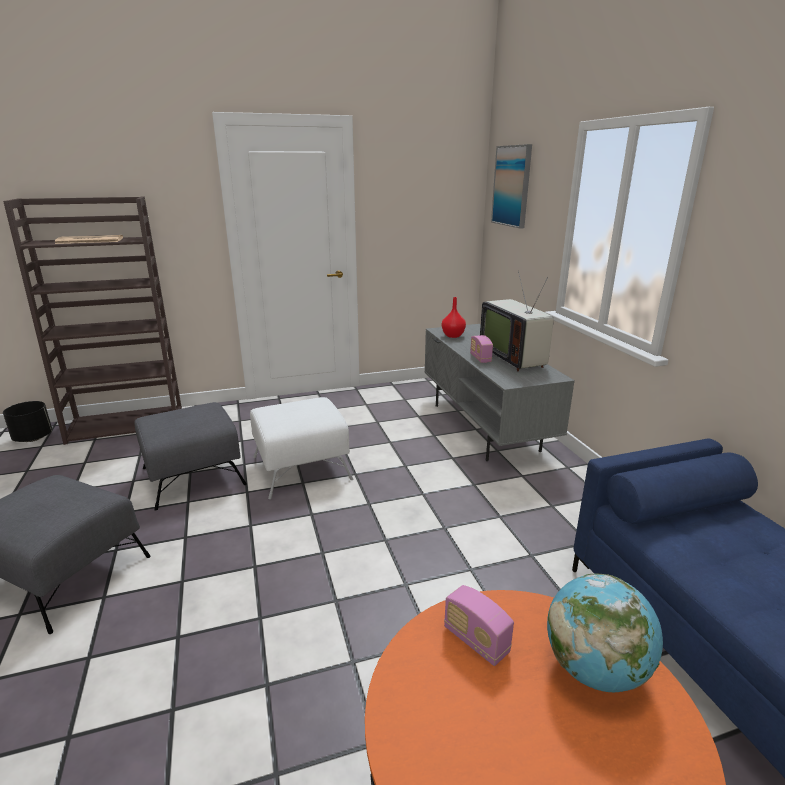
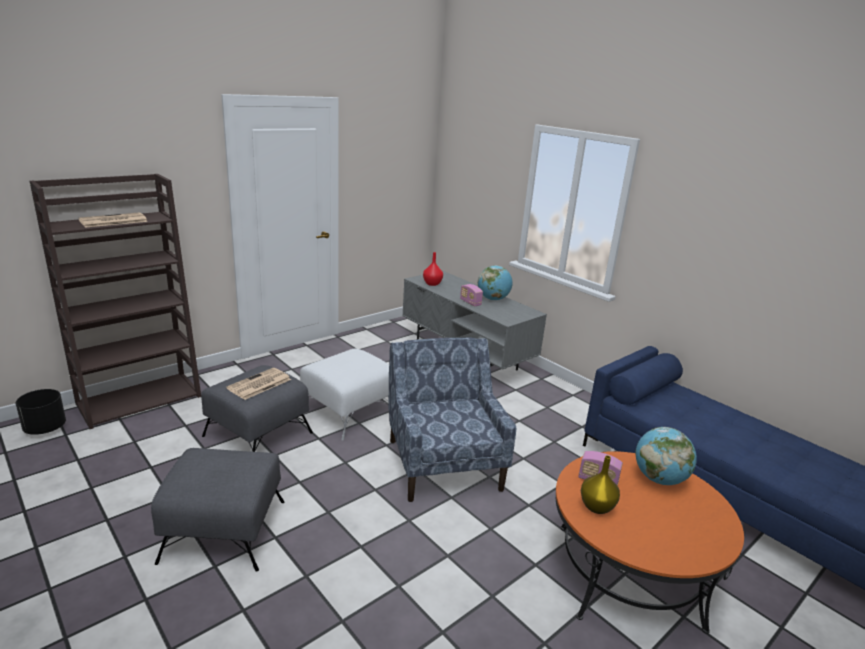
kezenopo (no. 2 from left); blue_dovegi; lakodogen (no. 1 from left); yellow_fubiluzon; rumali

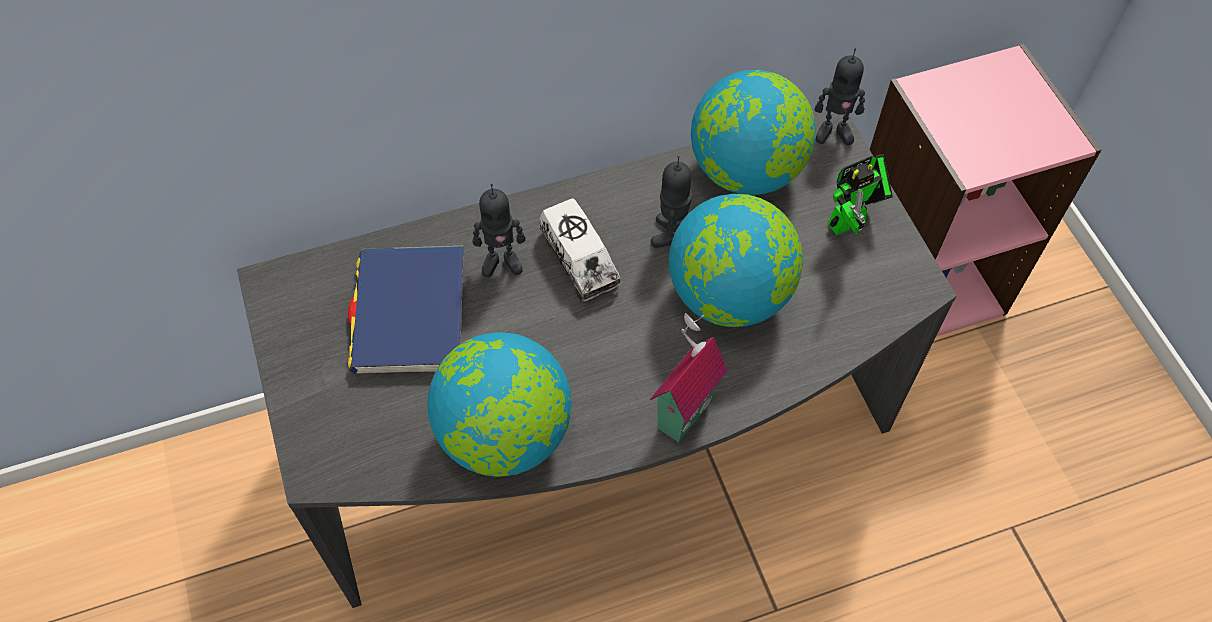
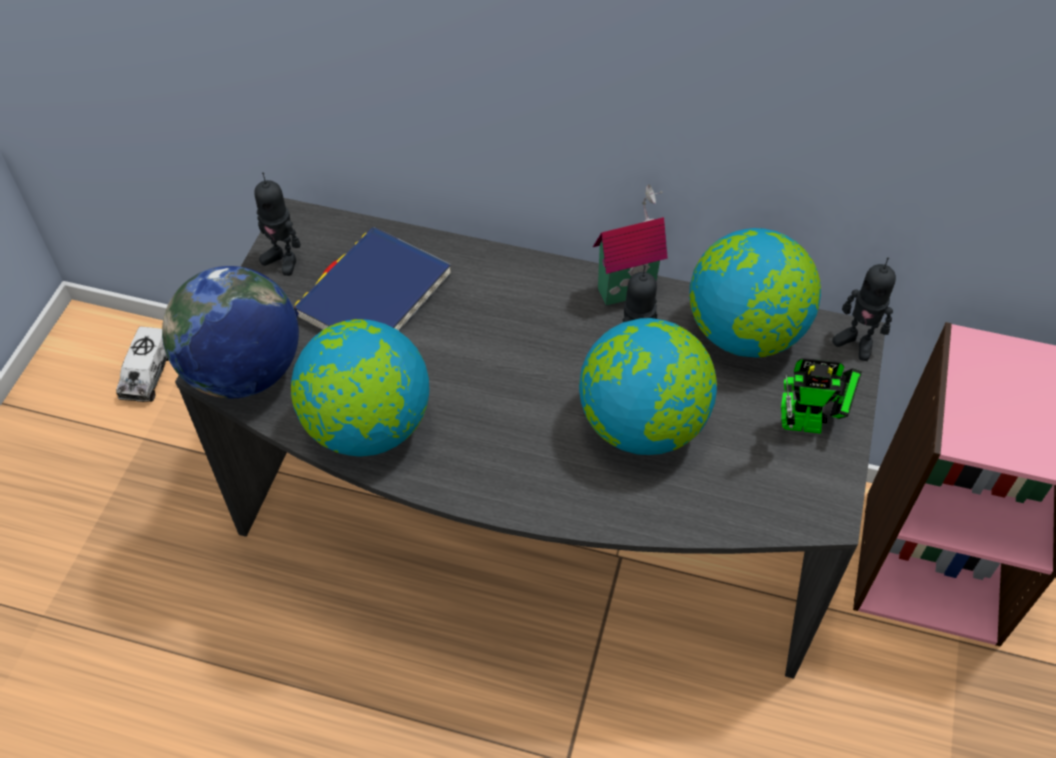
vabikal; lakodogen (no. 1 from left); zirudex (no. 1 from left); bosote

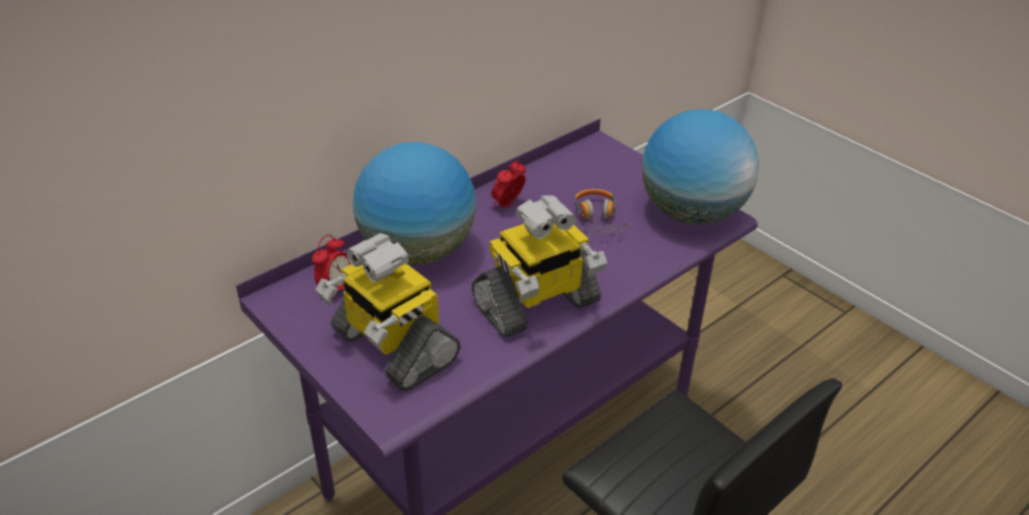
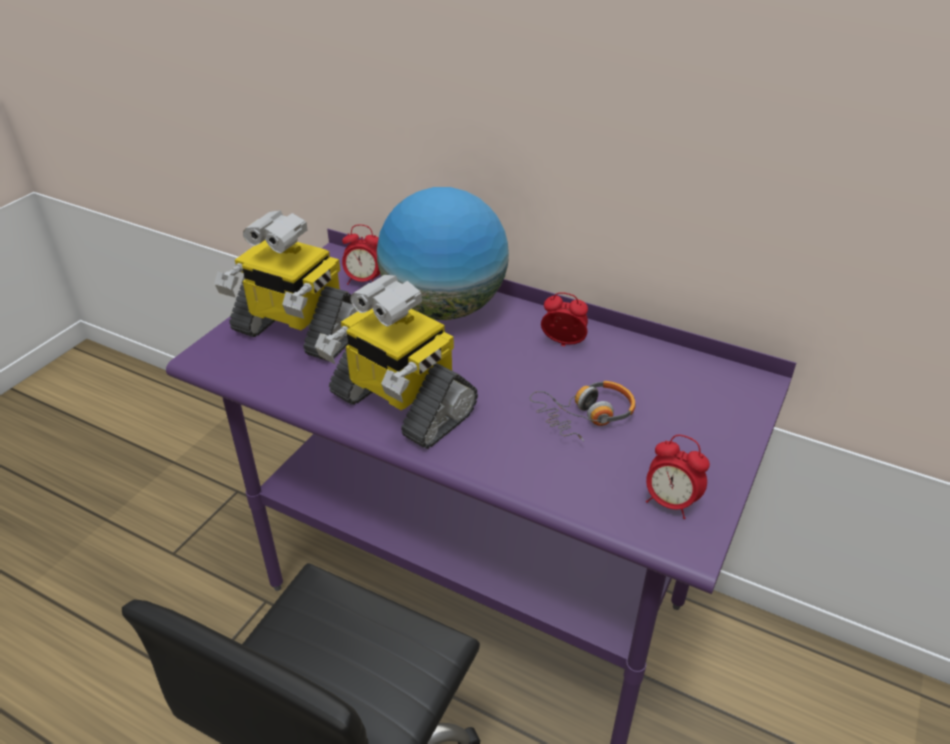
zirudex (no. 1 from left); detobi (no. 3 from left)

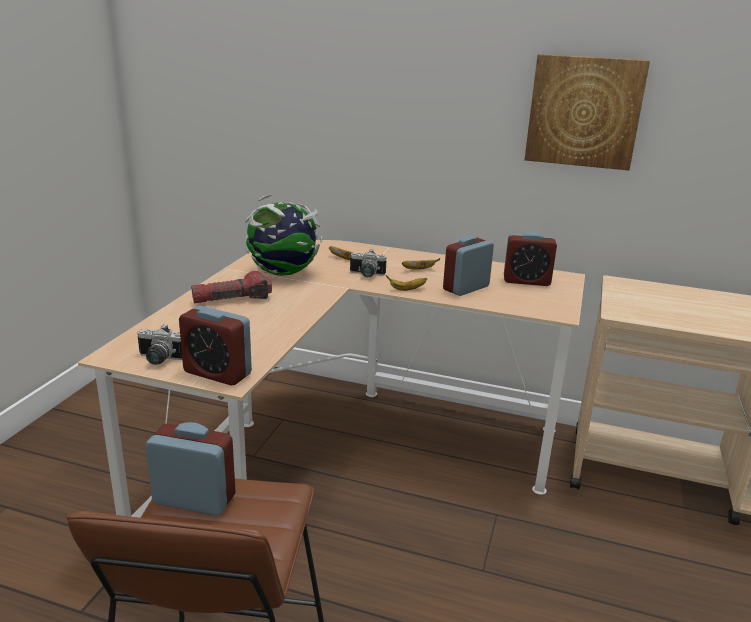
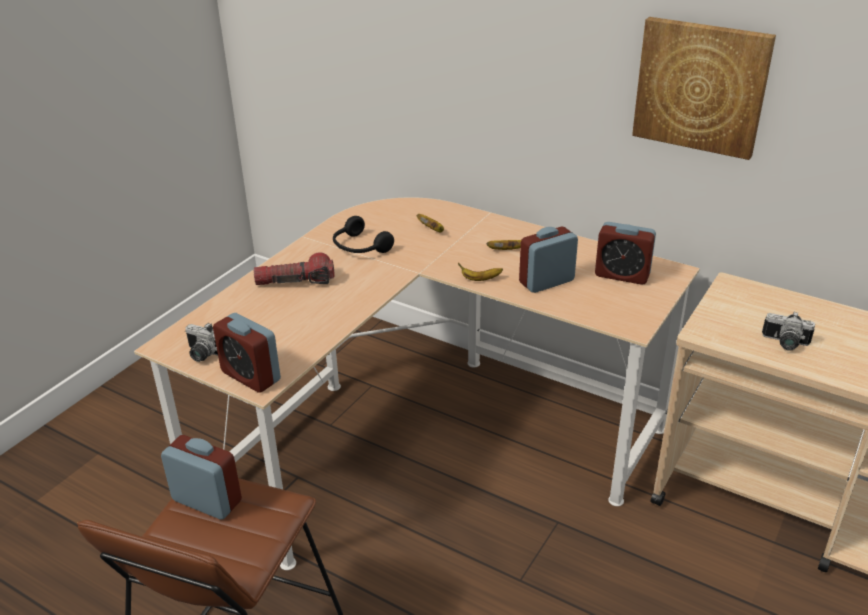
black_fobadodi; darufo (no. 2 from left)

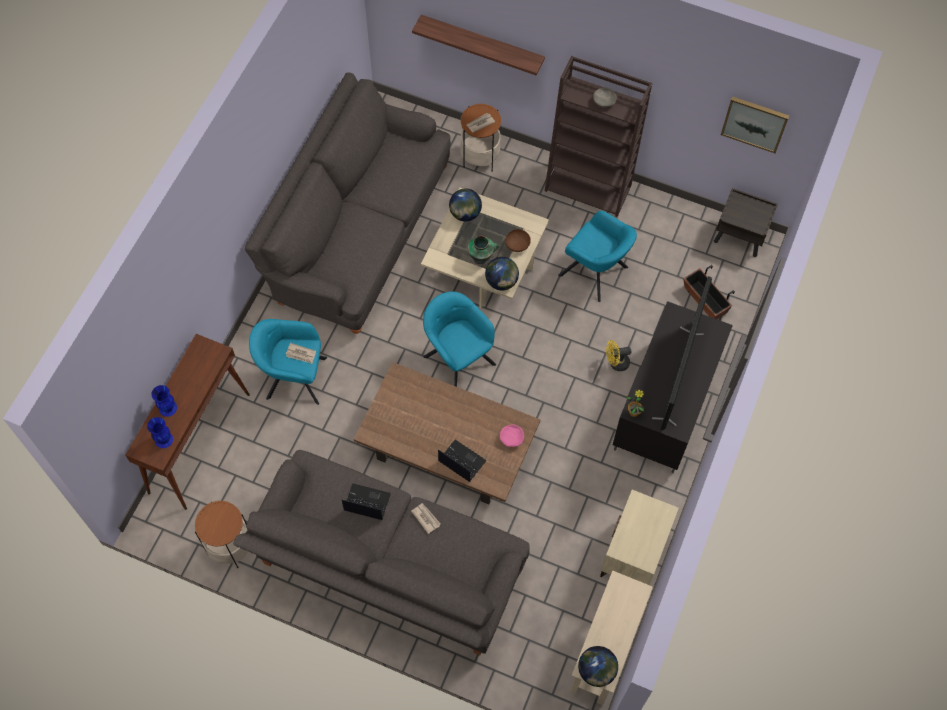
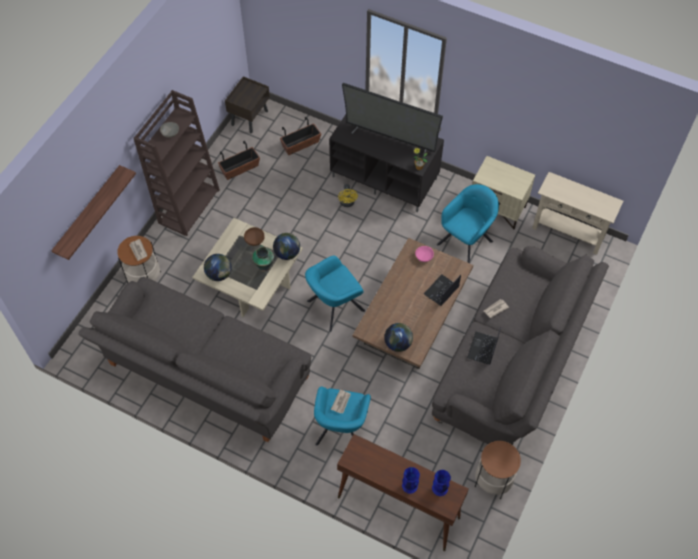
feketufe (no. 1 from left); lakodogen (no. 3 from left); turquoise_dovegi (no. 3 from left); rumali

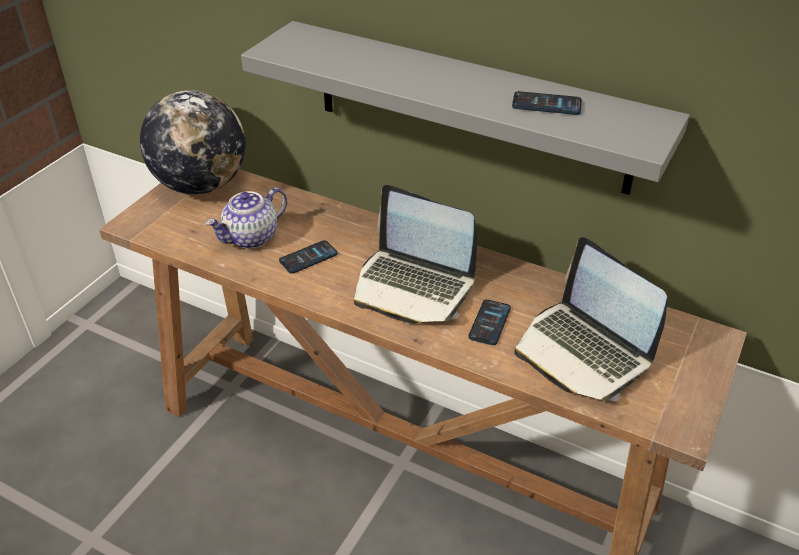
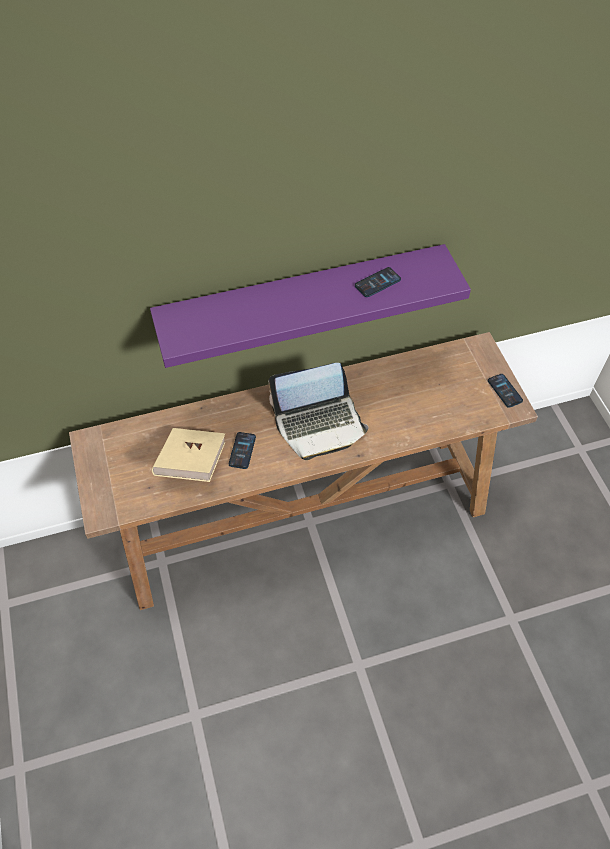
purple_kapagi; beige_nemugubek; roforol (no. 3 from left); lakodogen; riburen (no. 2 from left in the first image)

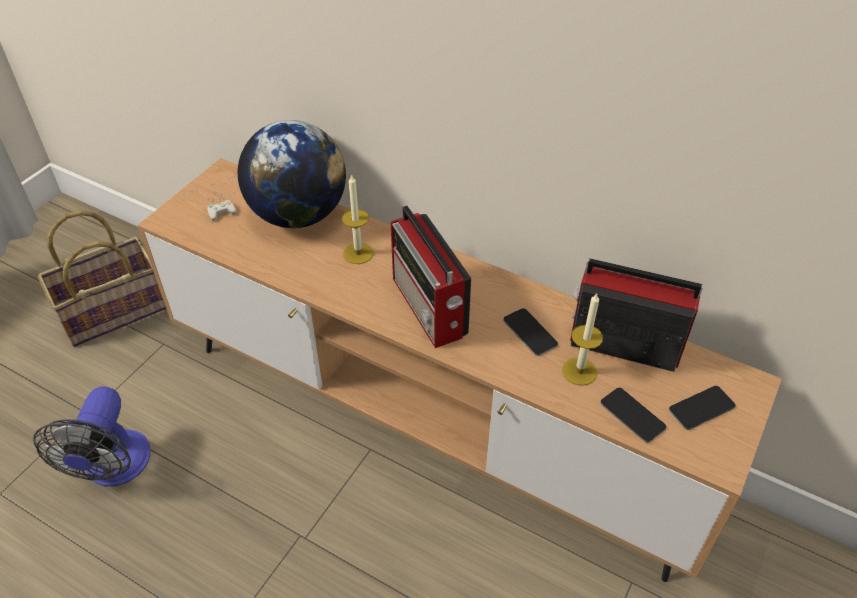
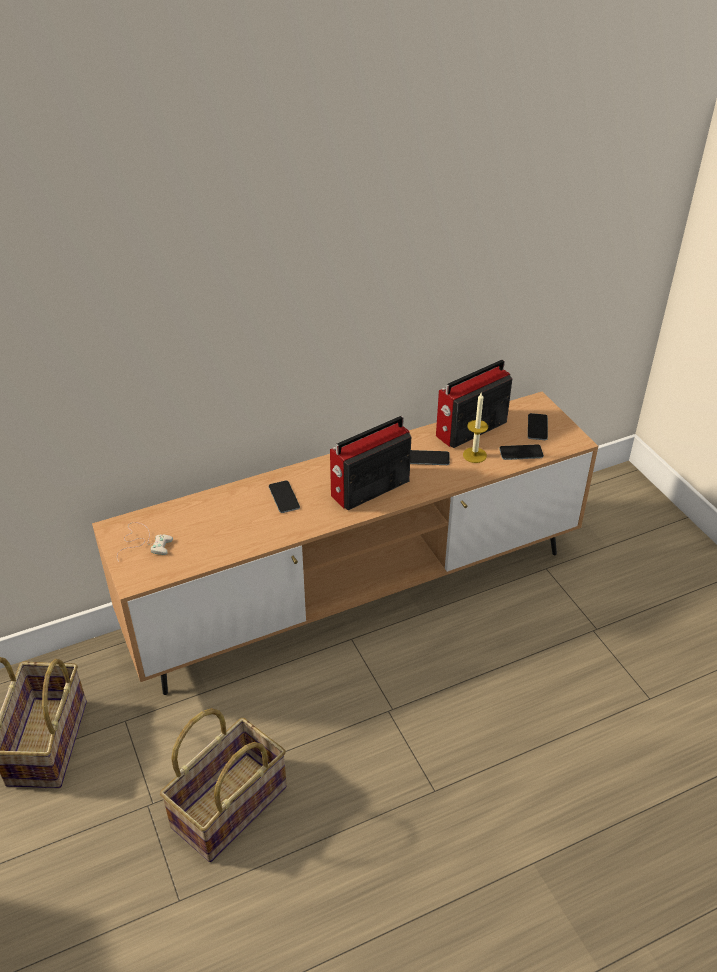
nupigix (no. 2 from left); roforol (no. 1 from left); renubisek (no. 1 from left); lakodogen

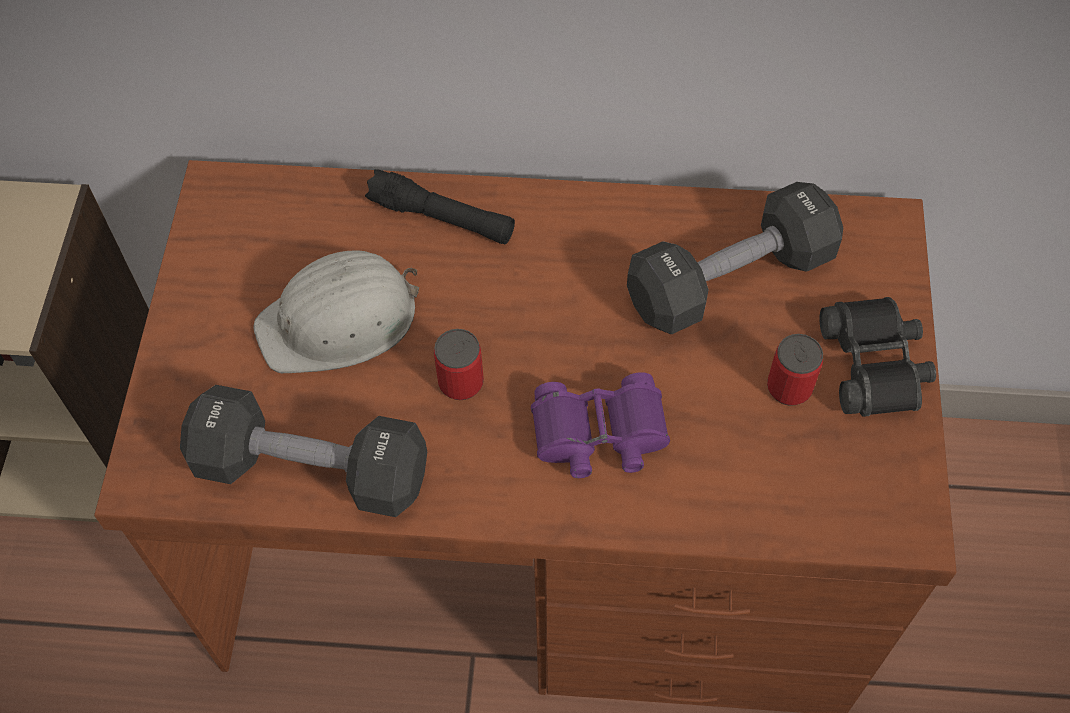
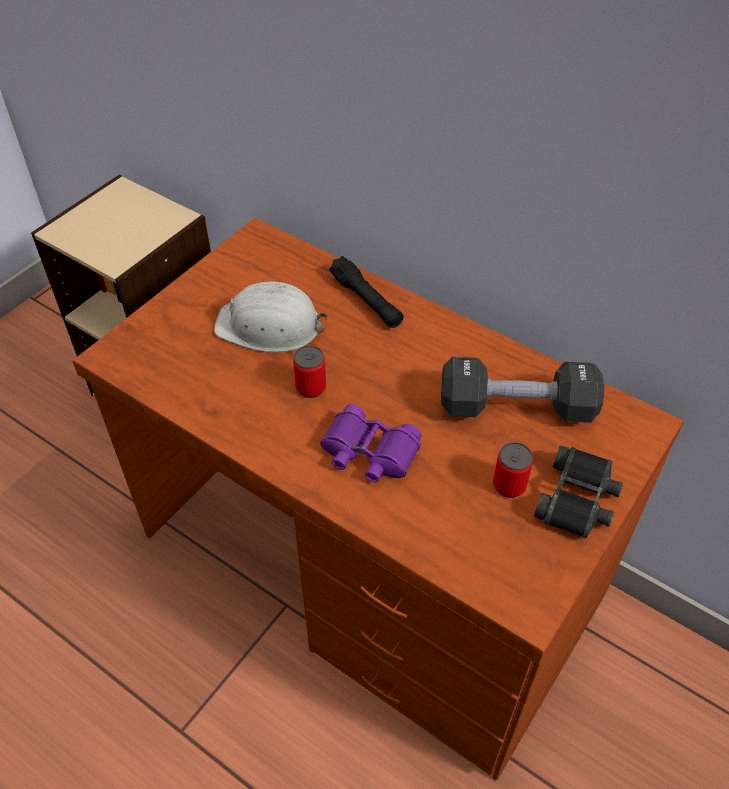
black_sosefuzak (no. 1 from left in the first image)

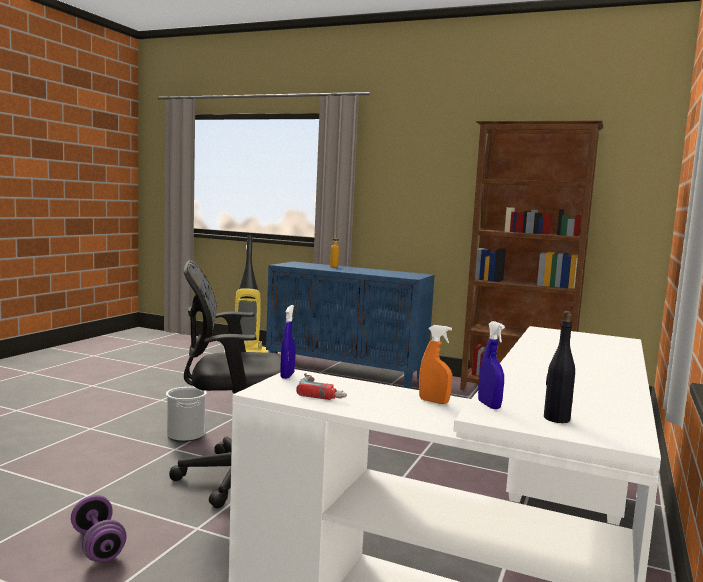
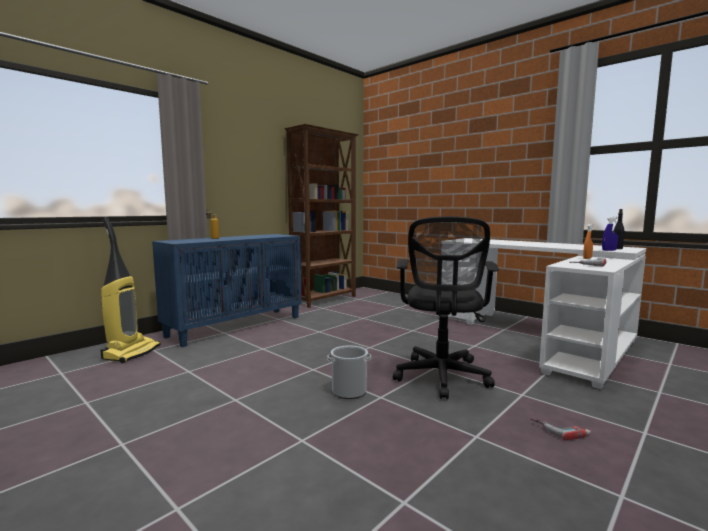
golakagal (no. 1 from left); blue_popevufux (no. 1 from left in the first image)

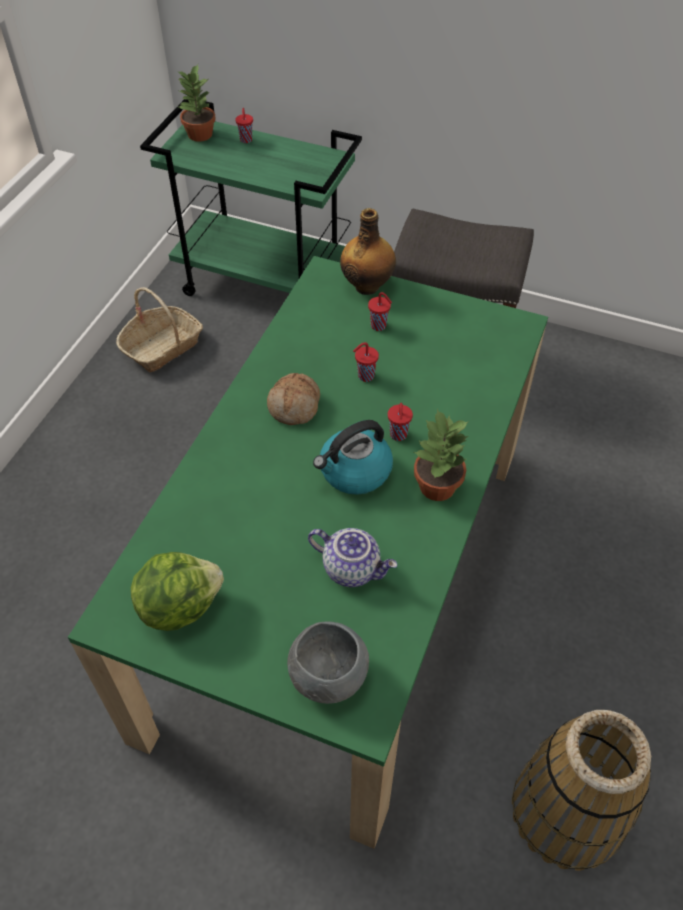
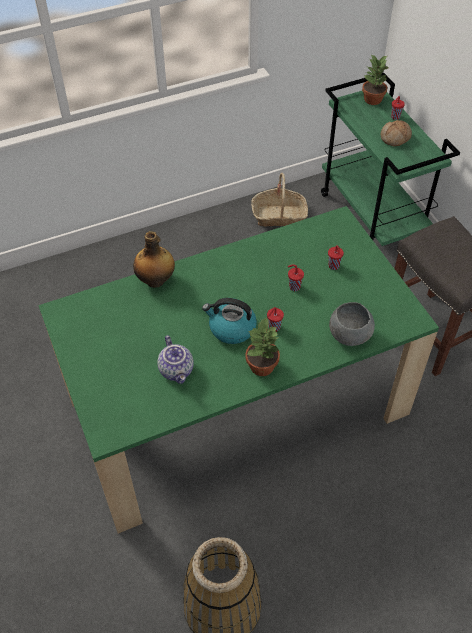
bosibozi; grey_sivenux; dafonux; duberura

